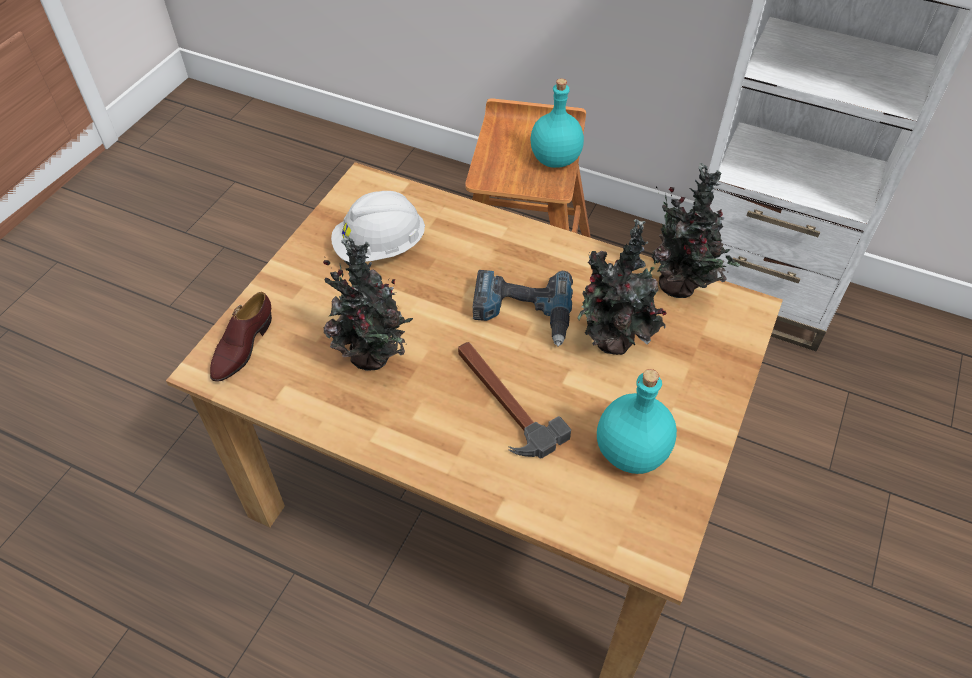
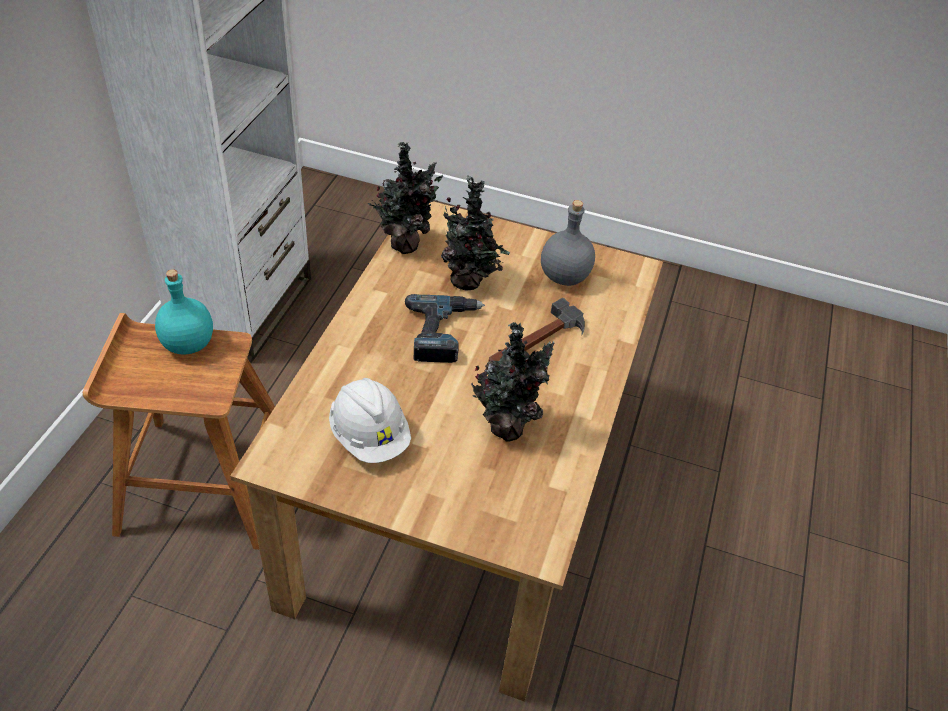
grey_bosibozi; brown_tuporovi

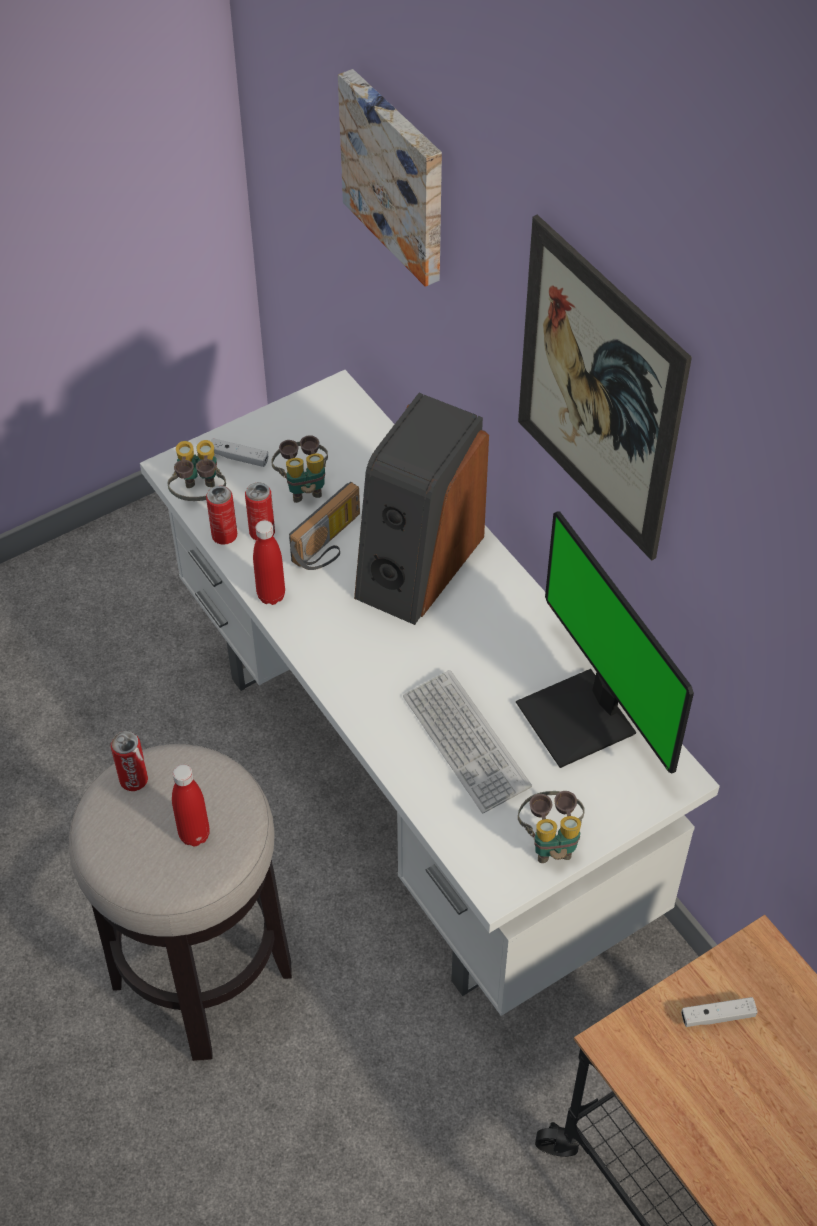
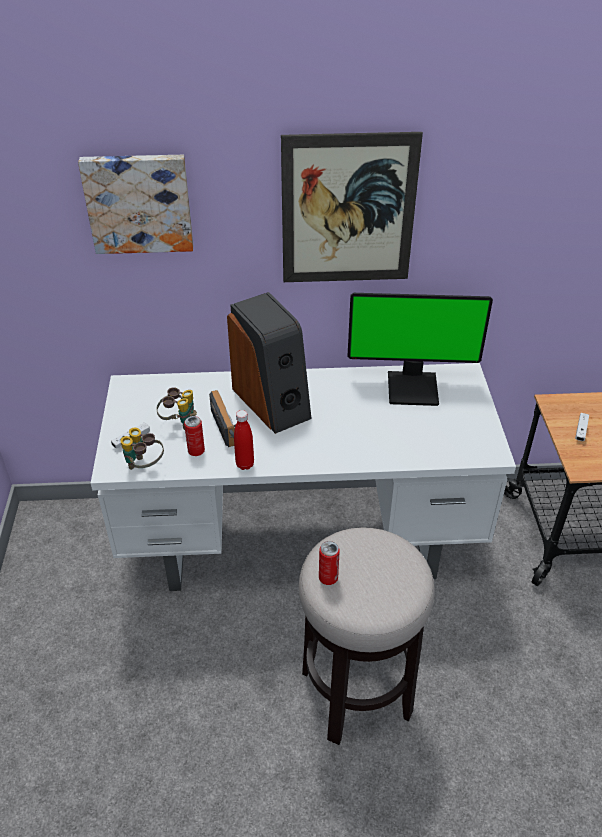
red_bosibozi (no. 1 from left in the first image); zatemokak (no. 2 from left in the first image); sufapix; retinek (no. 3 from left in the first image)

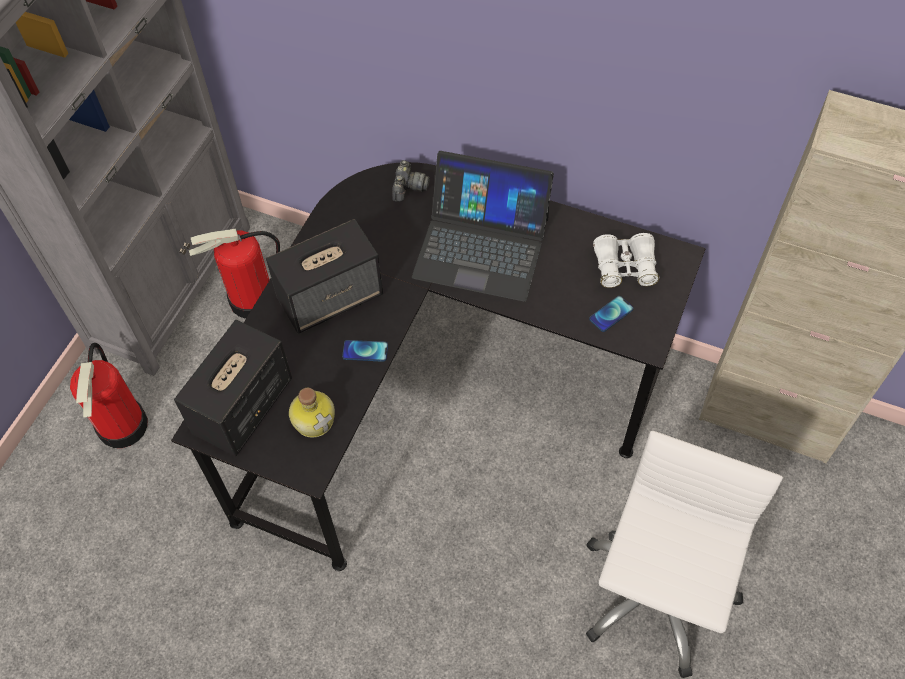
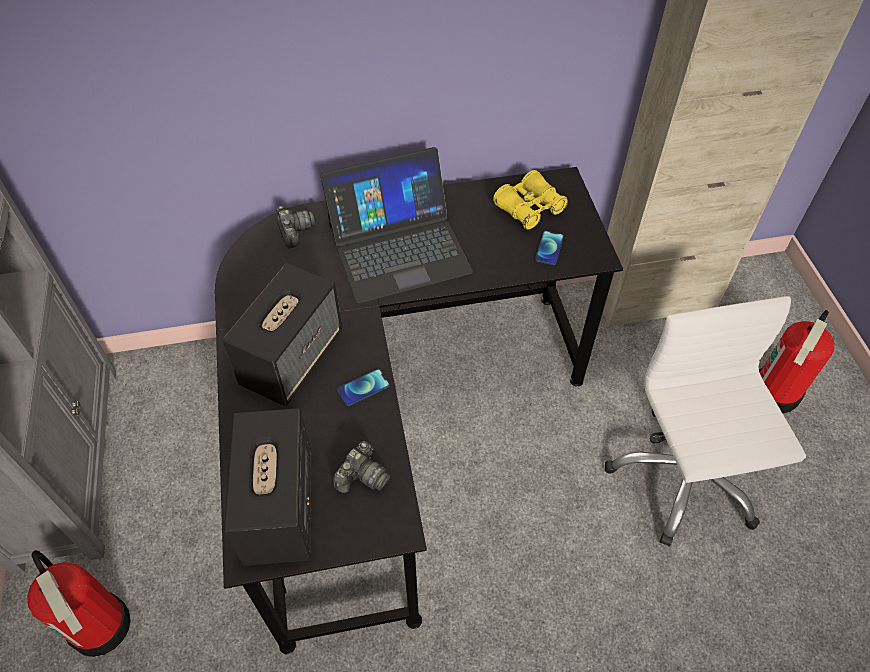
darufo (no. 2 from left); yellow_retinek; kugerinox (no. 2 from left)

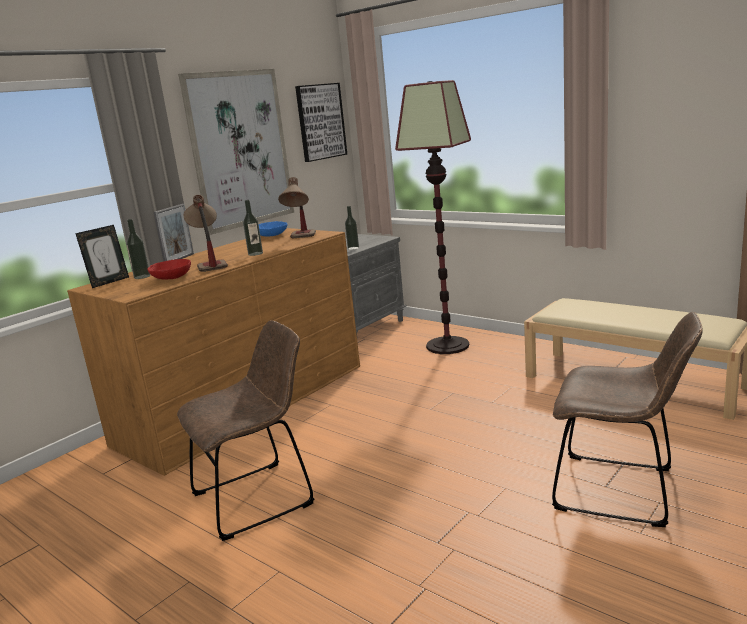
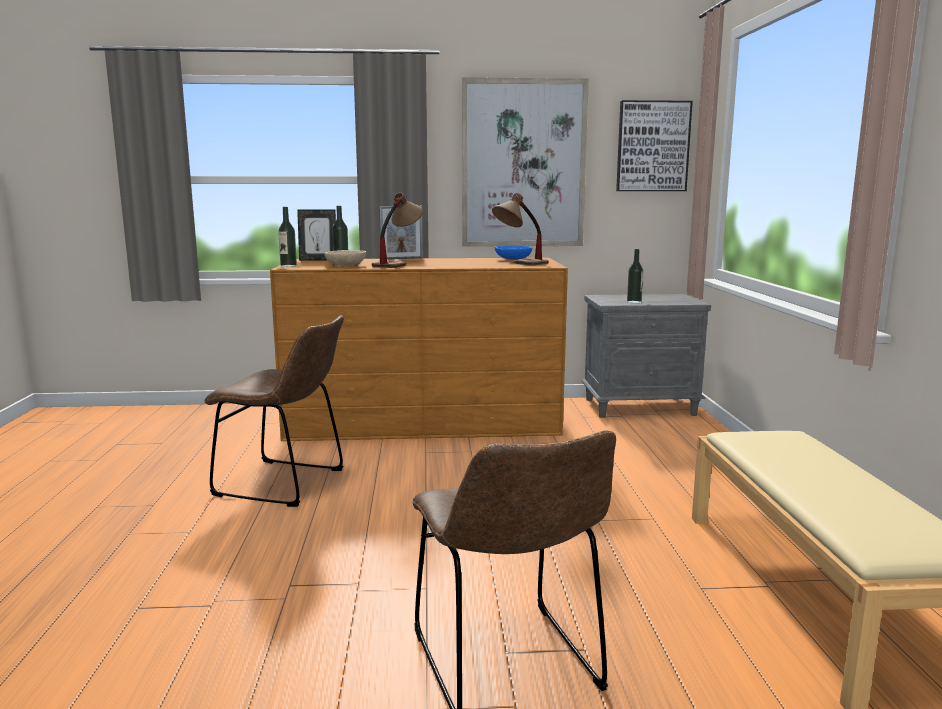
bosibozi (no. 1 from left); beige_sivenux; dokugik

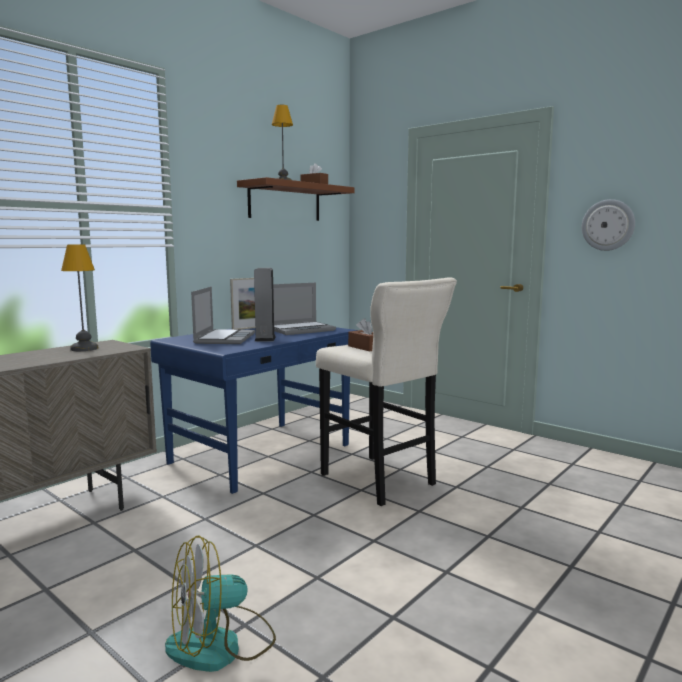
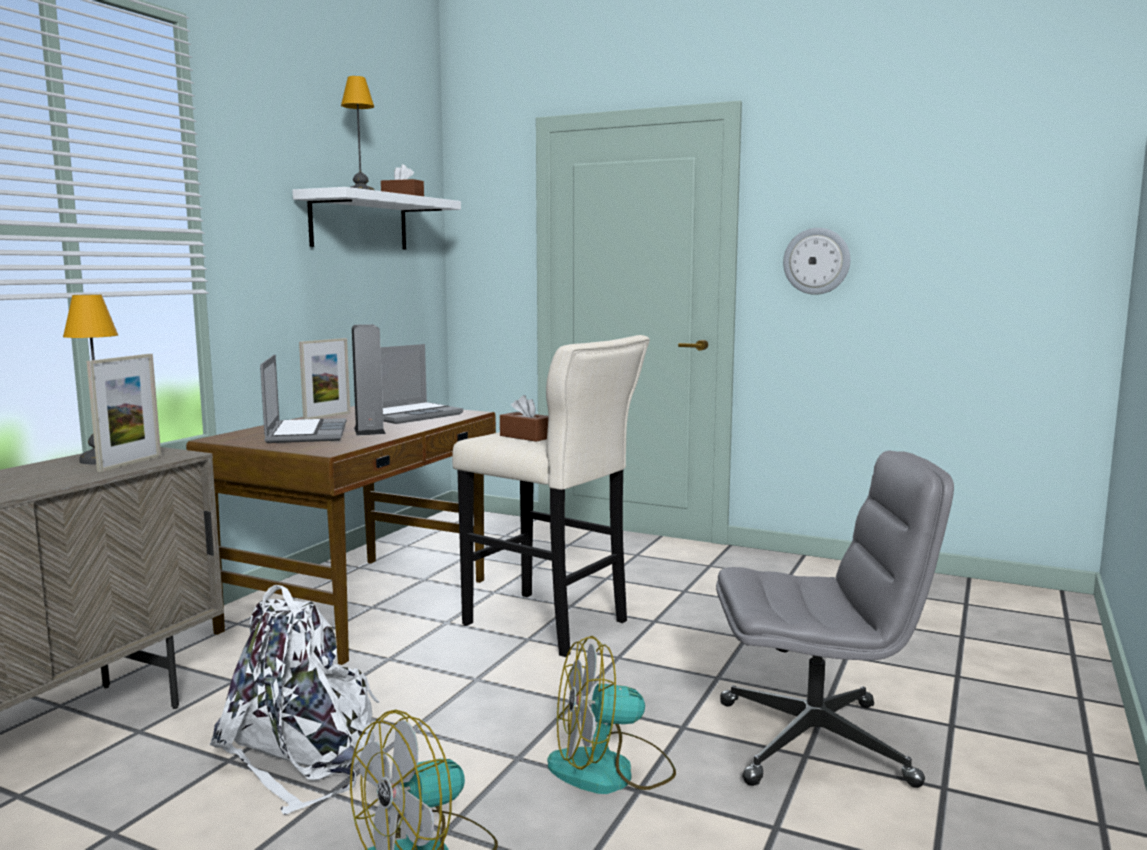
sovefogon (no. 1 from left); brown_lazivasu; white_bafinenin; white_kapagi; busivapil (no. 2 from left); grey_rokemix

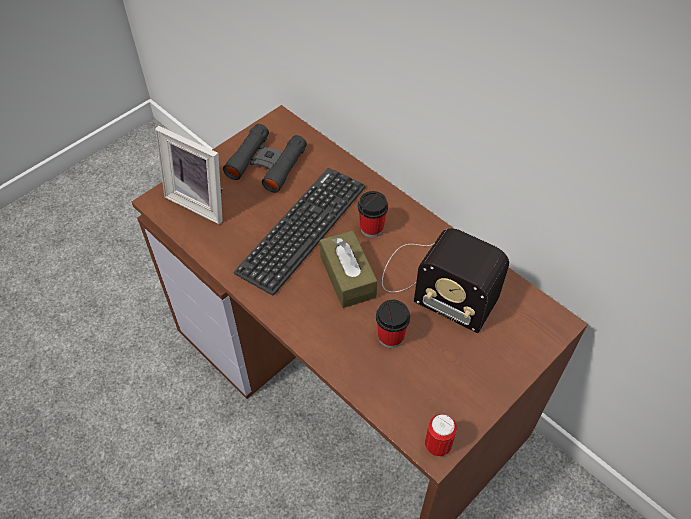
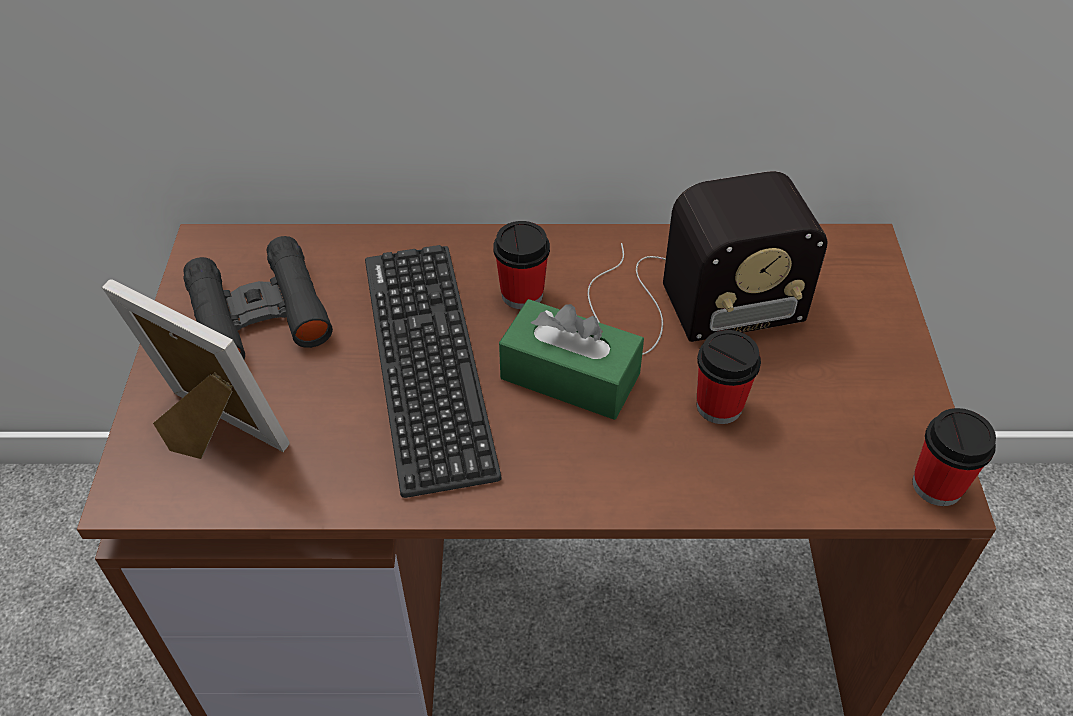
sovefogon; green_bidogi; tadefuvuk (no. 3 from left)

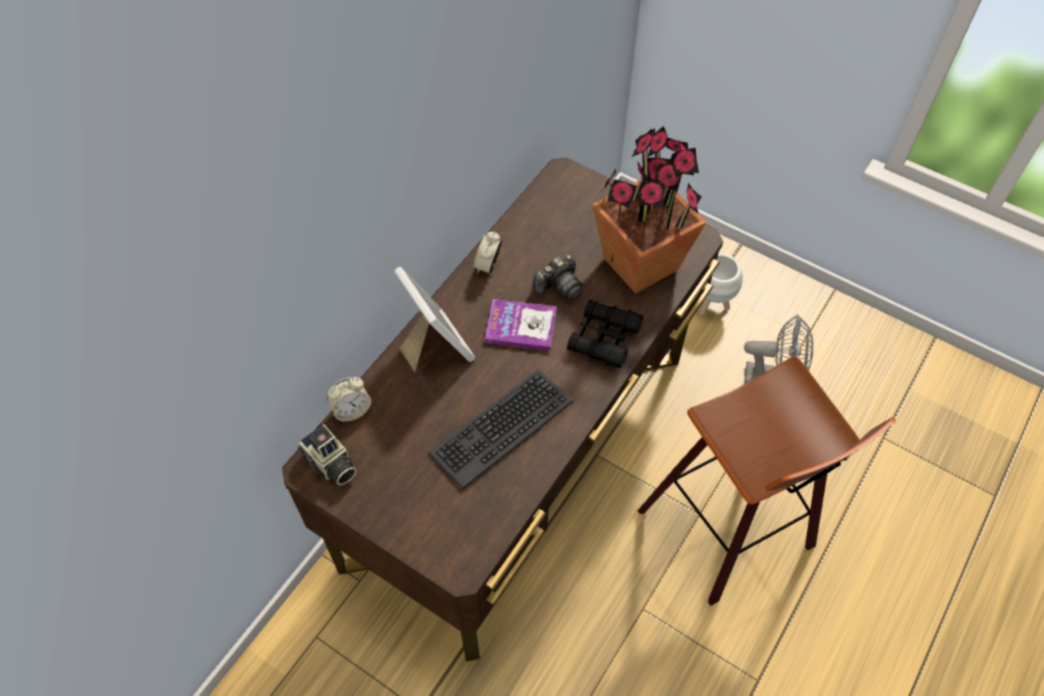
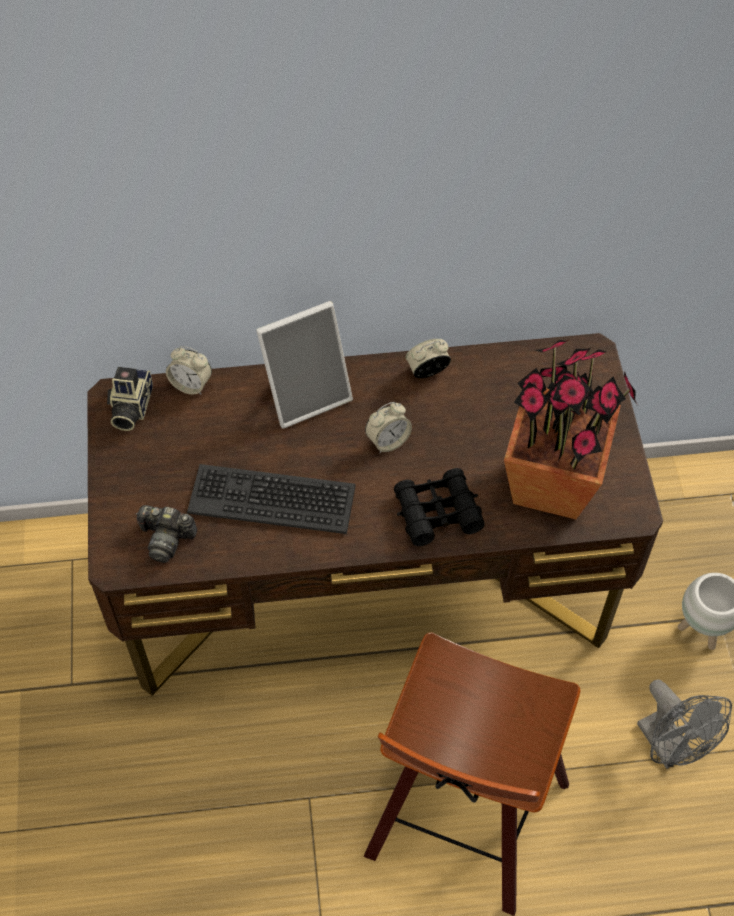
darufo (no. 2 from left); sovefogon; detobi (no. 2 from left)

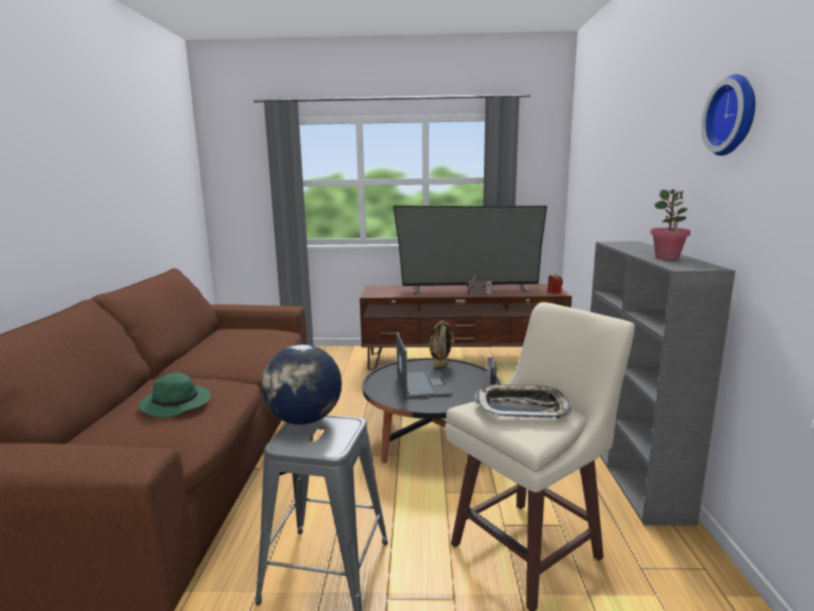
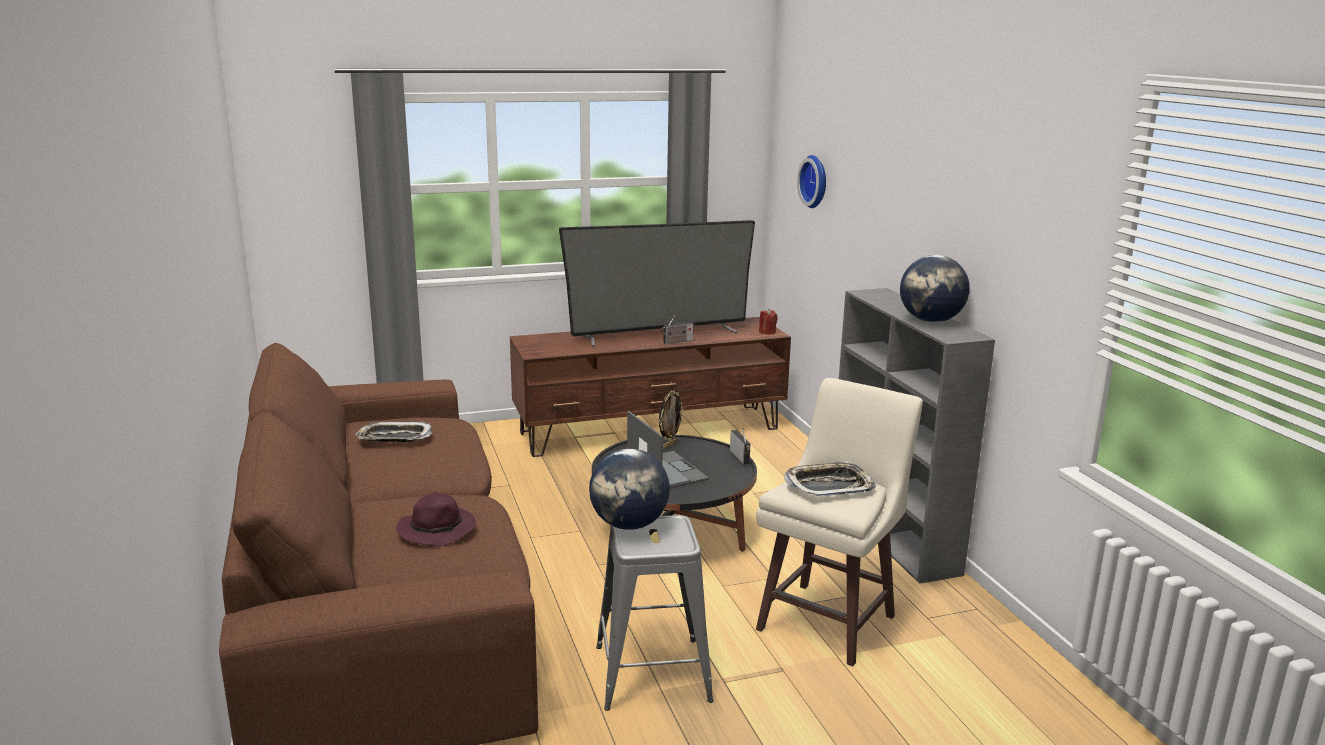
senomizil (no. 1 from left); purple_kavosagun; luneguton; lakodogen (no. 2 from left)

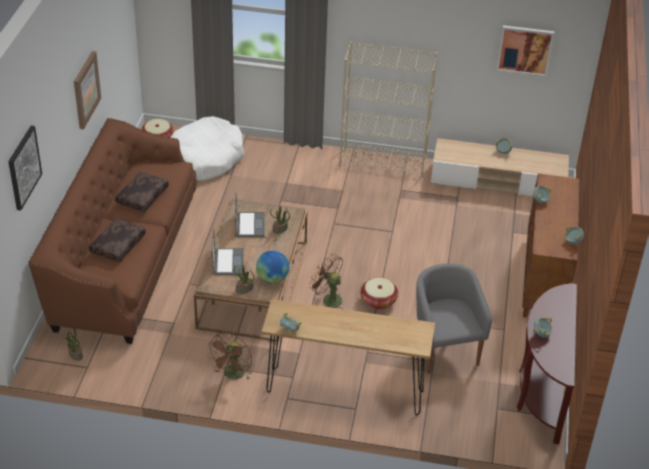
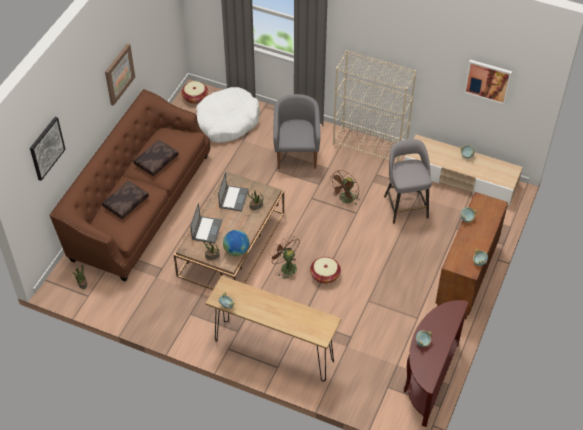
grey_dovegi; brown_busivapil (no. 2 from left); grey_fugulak

